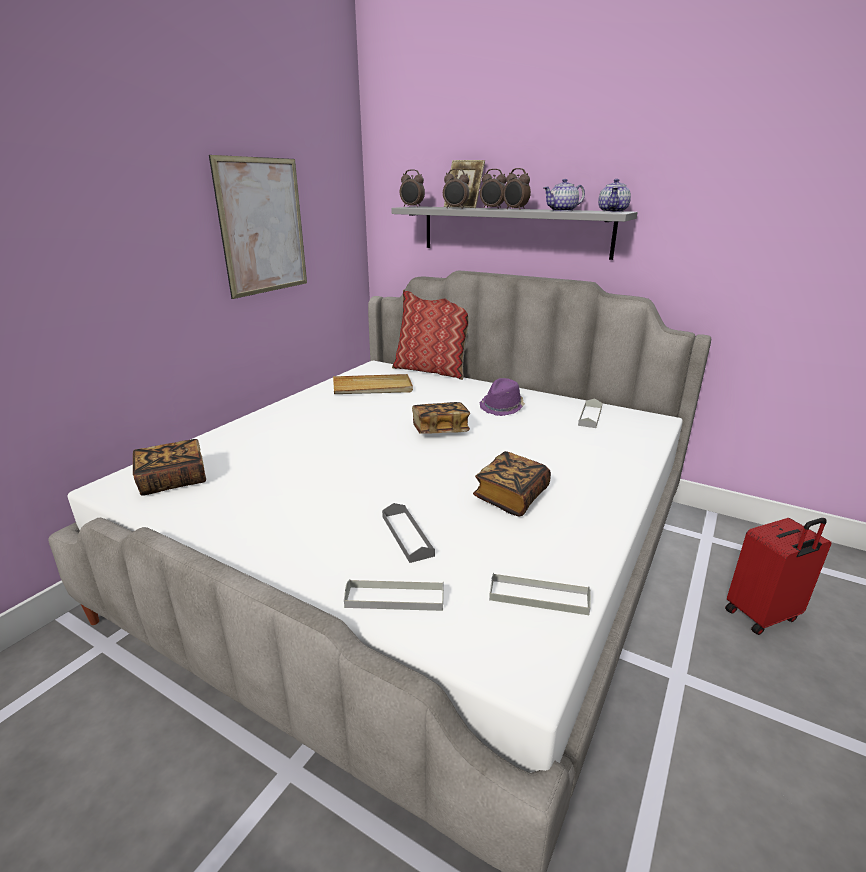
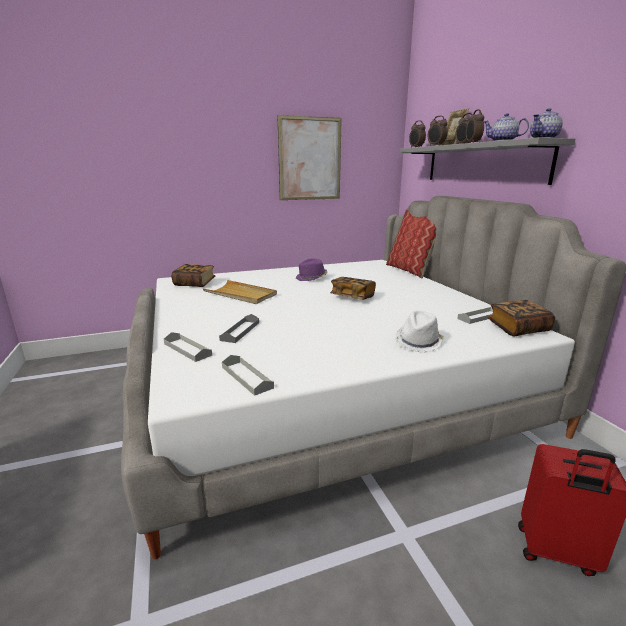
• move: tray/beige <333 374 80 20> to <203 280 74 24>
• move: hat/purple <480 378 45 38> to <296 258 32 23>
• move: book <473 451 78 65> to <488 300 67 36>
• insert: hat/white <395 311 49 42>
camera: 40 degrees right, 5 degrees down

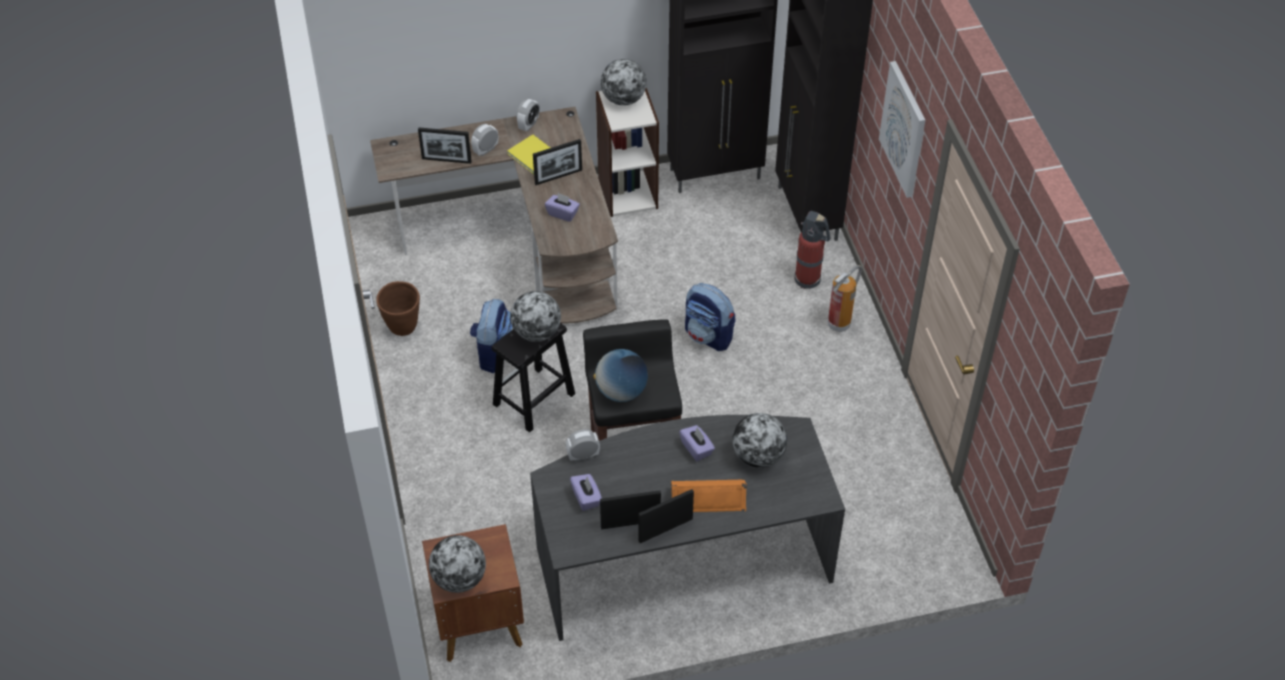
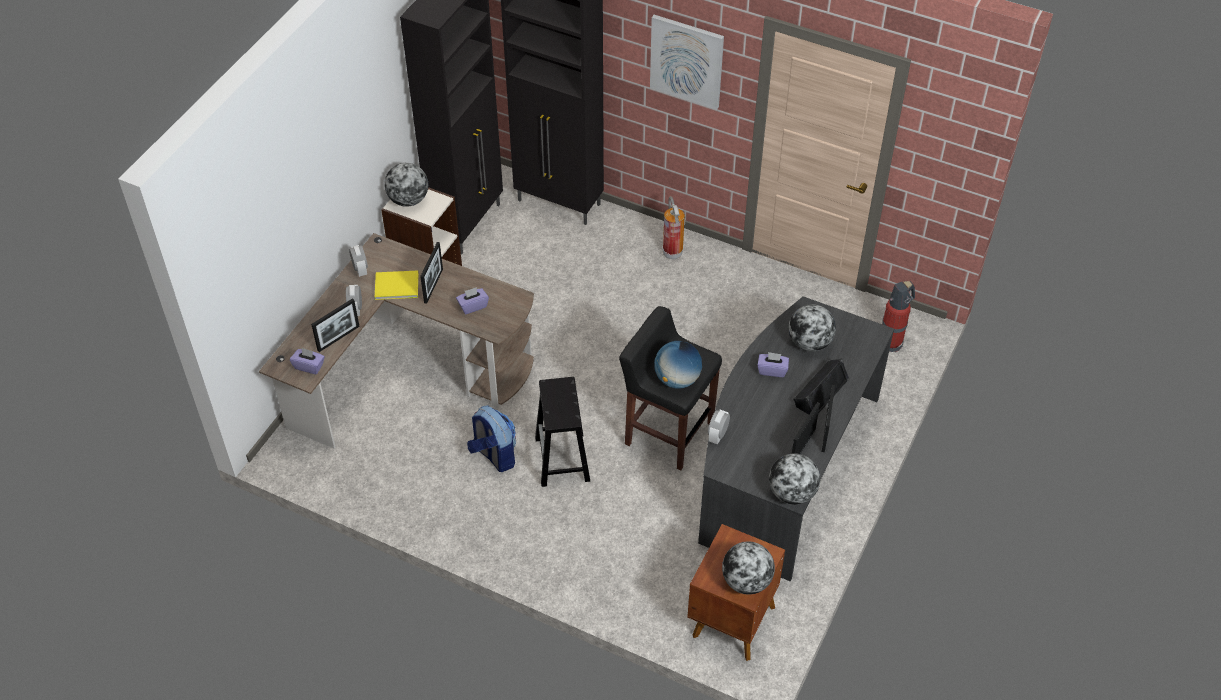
• move: fire extinguisher <794 211 36 78> to <882 281 33 71>
• delete: planter/brown <376 281 44 55>
• delete: backpack <685 283 51 68>
• move: globe <510 291 51 51> to <769 453 51 52>
• move: tissue box/purple <570 474 32 37> to <290 348 35 26>
• recolor: speaker/orange <671 479 76 33> to speaker/black <793 359 56 56>
camera: 50 degrees left, 0 degrees up

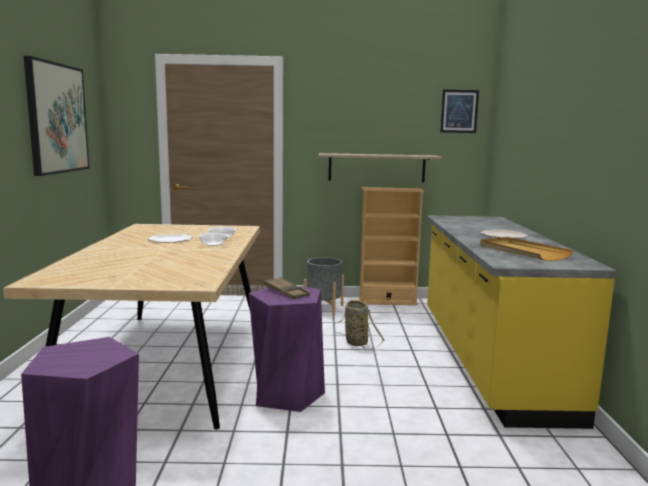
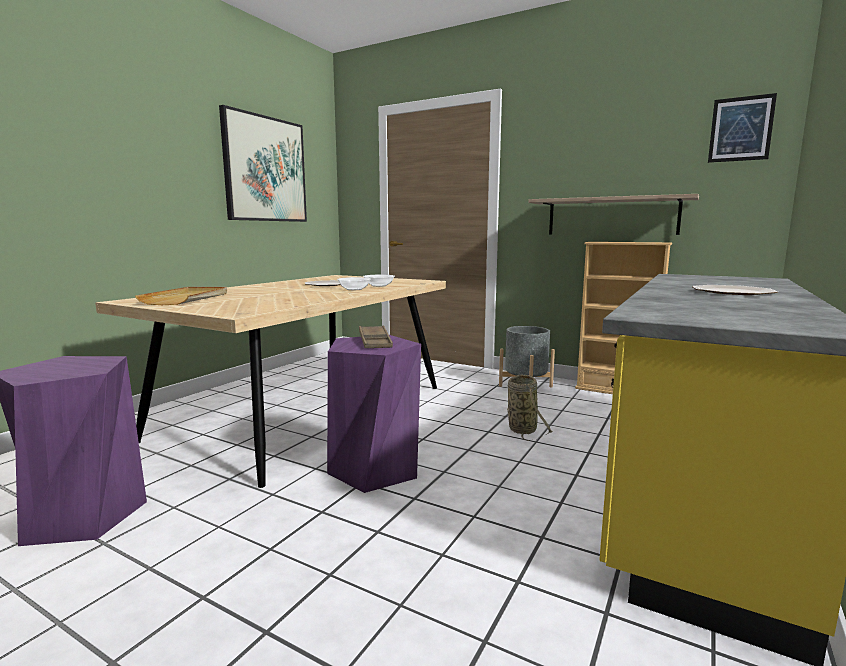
• move: tray/beige <480 237 94 24> to <135 287 92 18>
camera: 30 degrees right, 0 degrees up

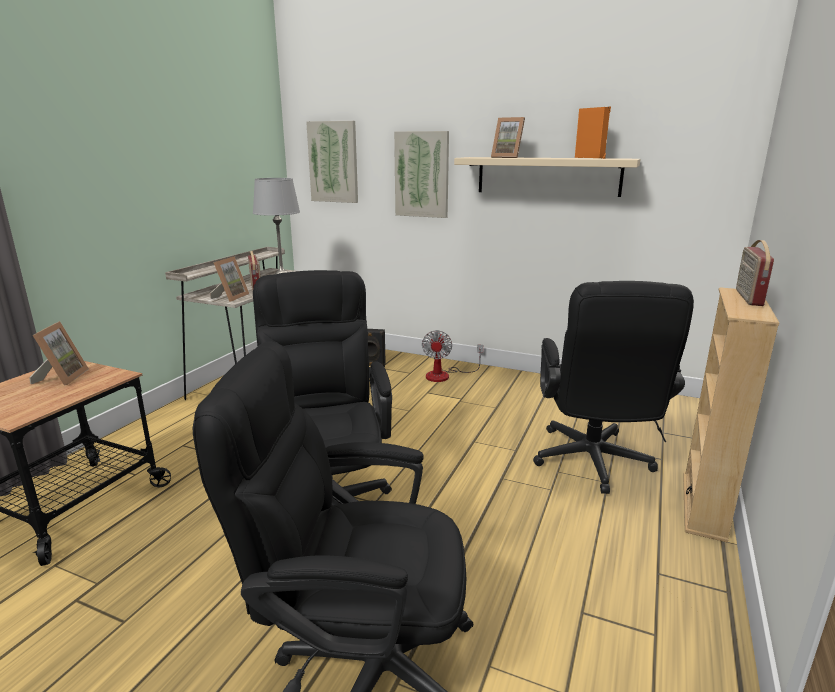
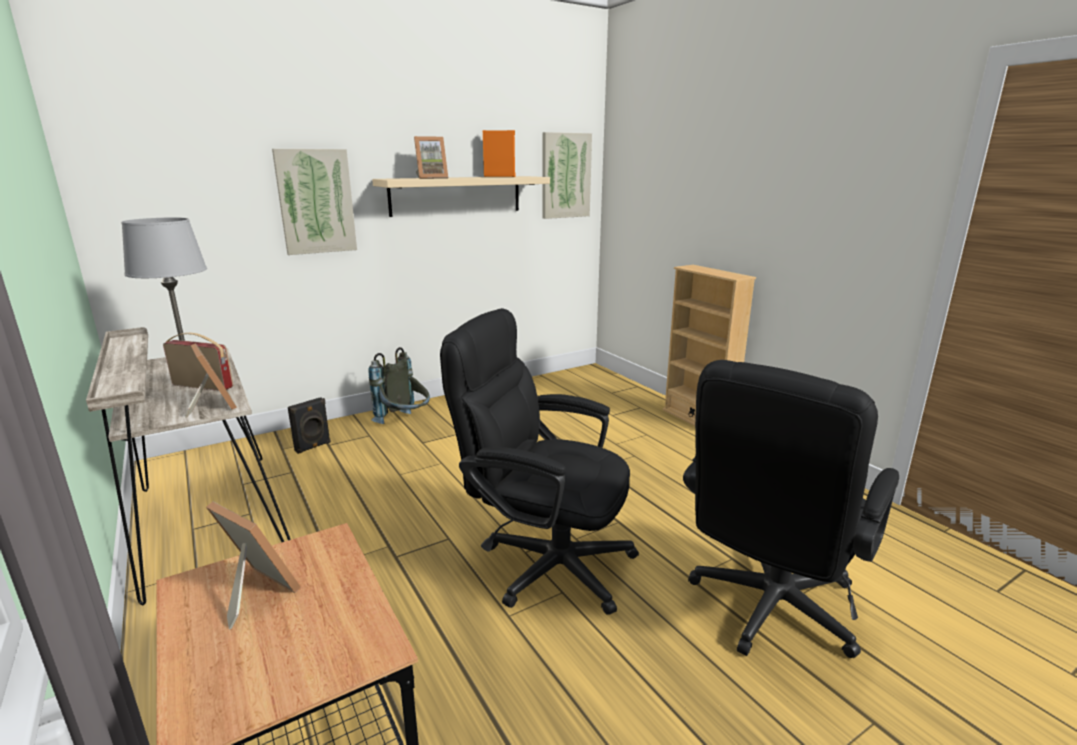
• move: picture <306 121 52 82> to <542 132 50 87>
• delete: radio <736 240 38 66>
• delete: office chair/black <533 281 161 213>
• replace: fan <422 330 61 52> to backpack/grey <368 347 62 77>
camera: 55 degrees left, 0 degrees up

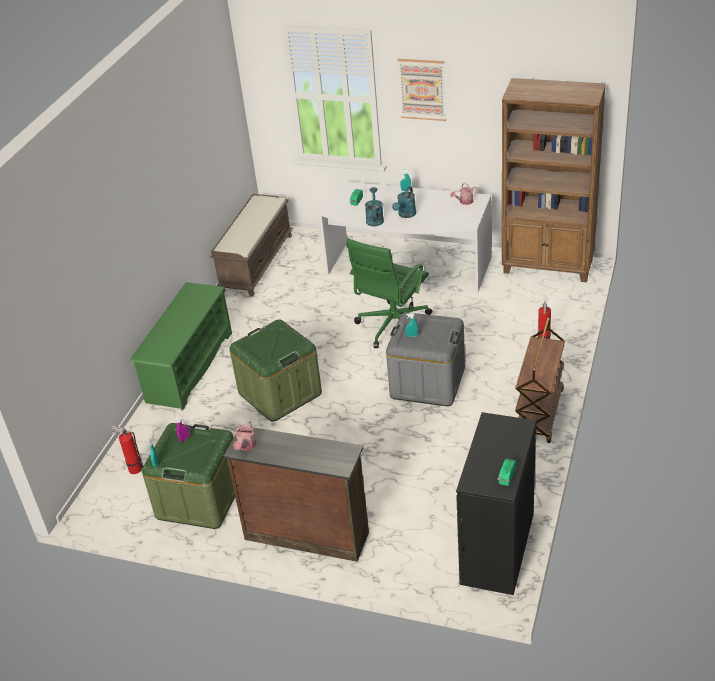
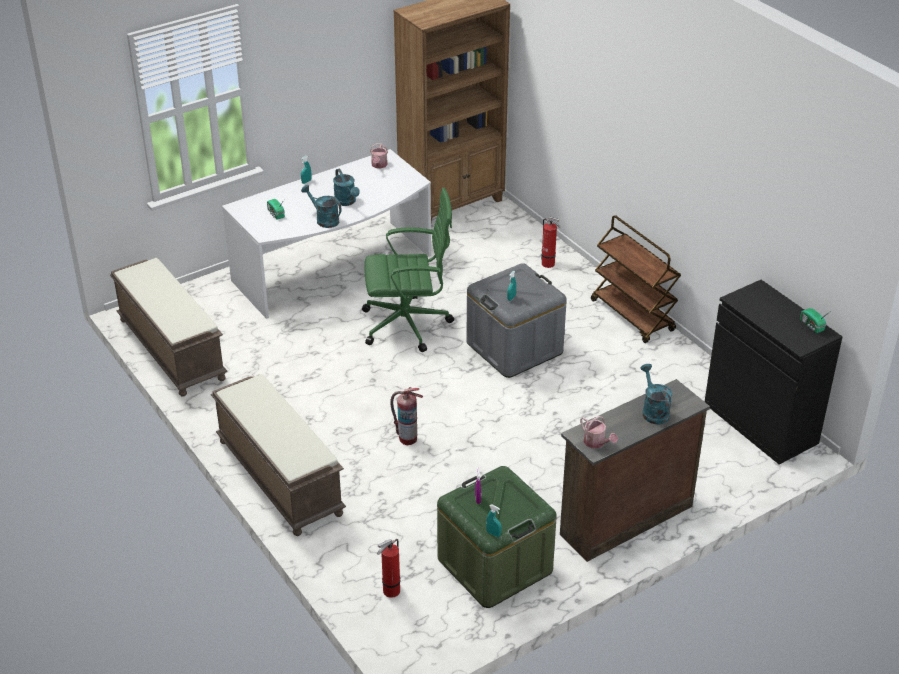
• delete: picture <397 59 49 62>
• rotate: office chair/green <346 238 86 110> = <362 188 92 164> 75 degrees counterclockwise
• replace: shoe rack/green <130 282 102 129> to bench/brown <211 374 135 162>
• replace: storage box/green <229 319 93 102> to fire extinguisher <390 387 33 59>
• insert: watering can/turquoise <640 364 32 61>
camera: 55 degrees left, 0 degrees up

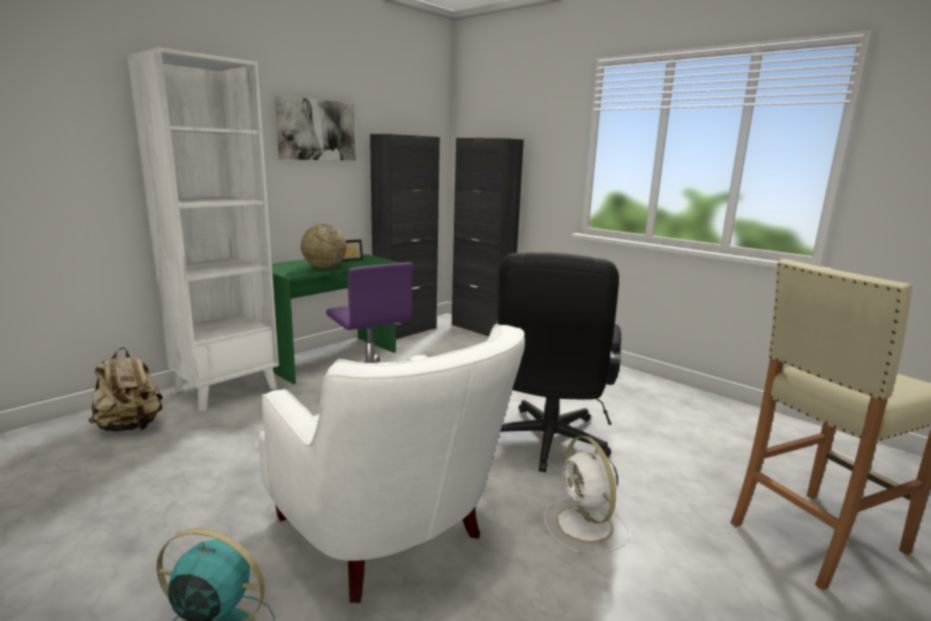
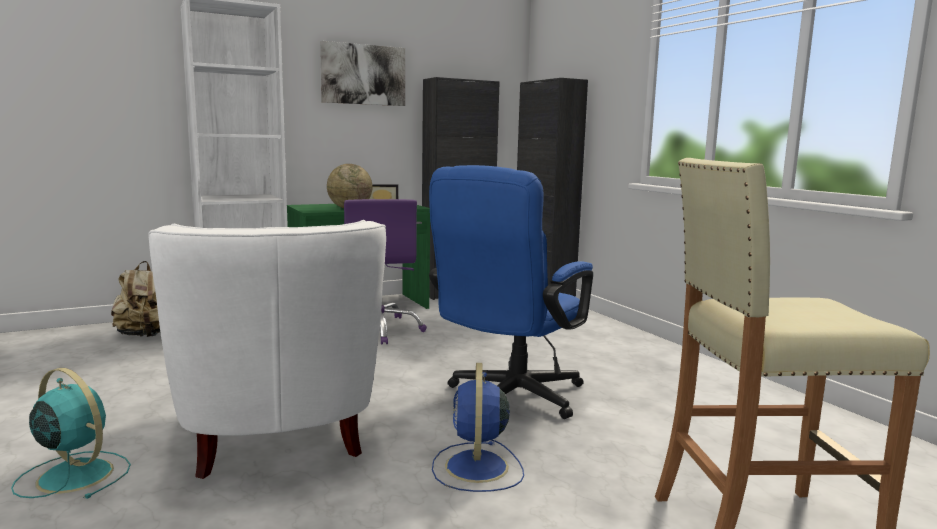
• recolor: office chair/black <495 252 126 220> to office chair/blue <429 165 164 254>
• recolor: fan/white <544 436 86 118> to fan/blue <432 363 92 129>
camera: 20 degrees right, 5 degrees down

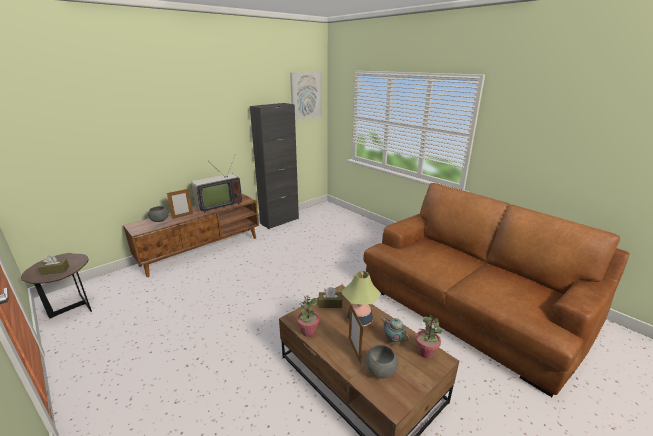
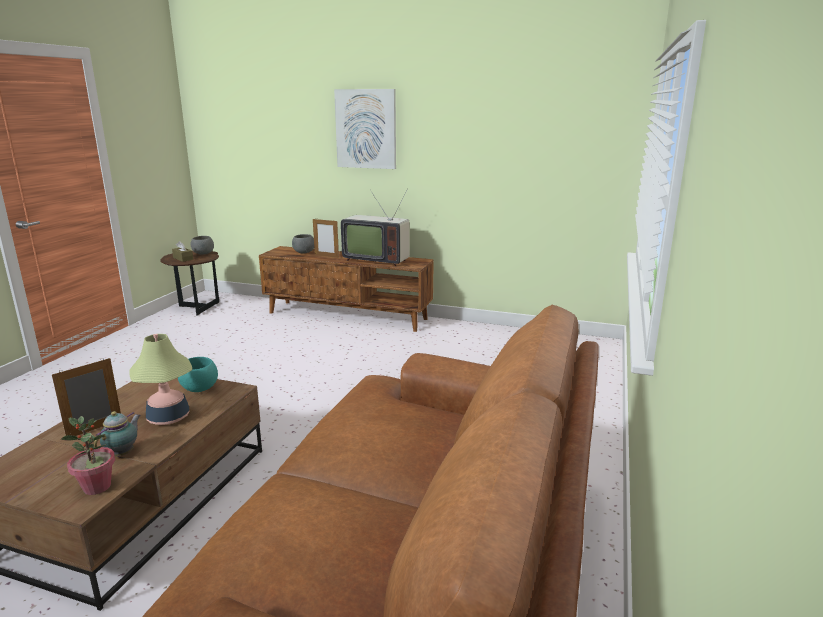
• move: picture <290 72 31 48> to <334 89 62 80>
• delete: cabinet/black <250 103 49 126>
• replace: tissue box/brown <318 287 25 21> to bowl/turquoise <178 357 40 35>
• delete: potted plant <297 295 23 42>
• move: bowl/grey <365 344 33 34> to <191 236 23 19>
camera: 60 degrees right, 5 degrees down

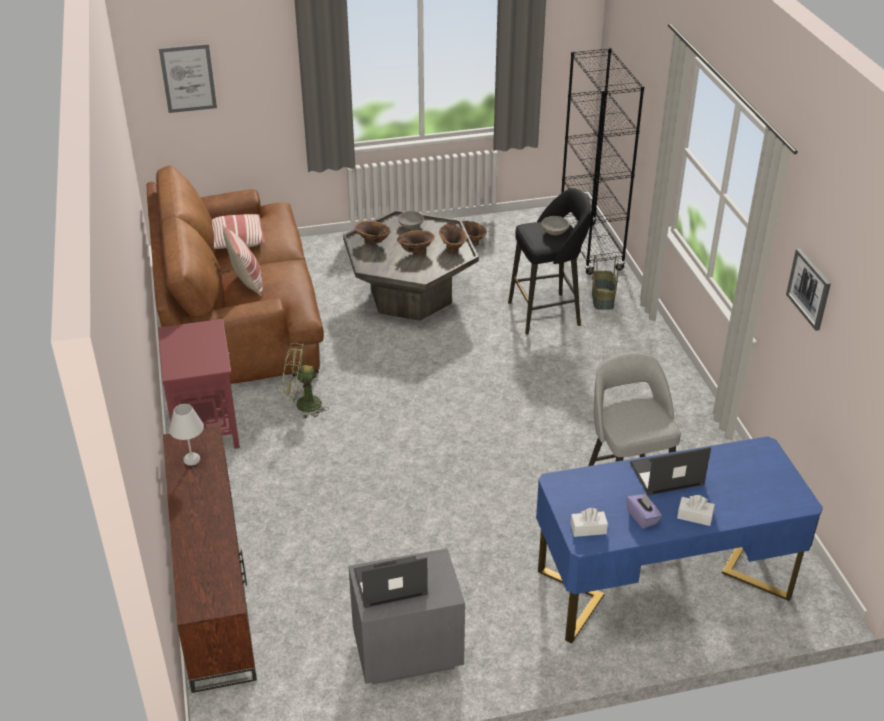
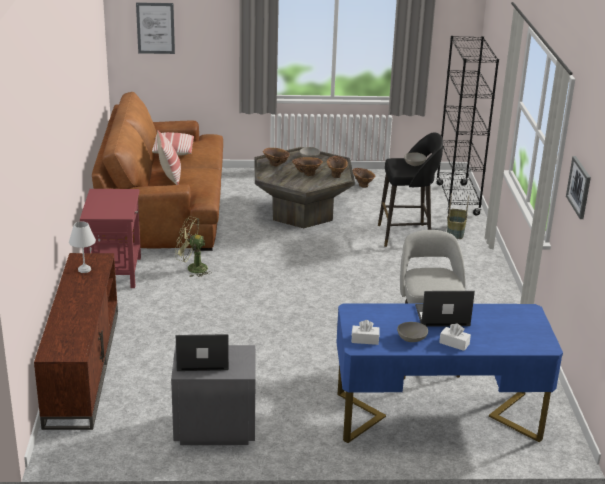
• replace: tissue box/purple <626 493 36 36> to bowl/grey <397 322 31 20>
camera: 10 degrees right, 10 degrees down

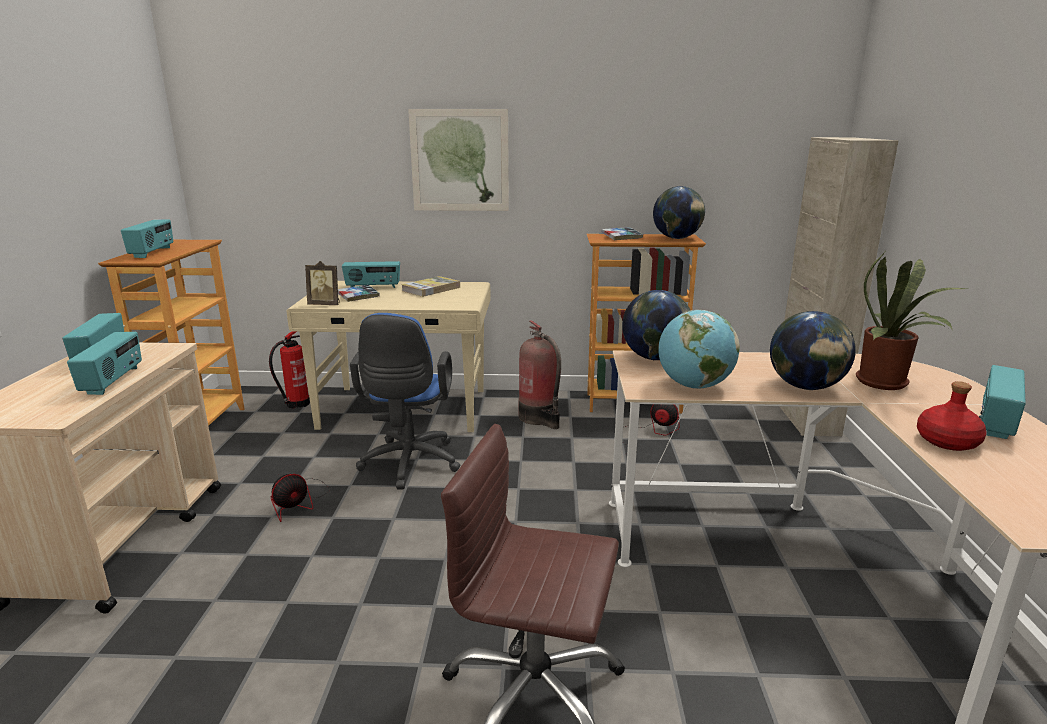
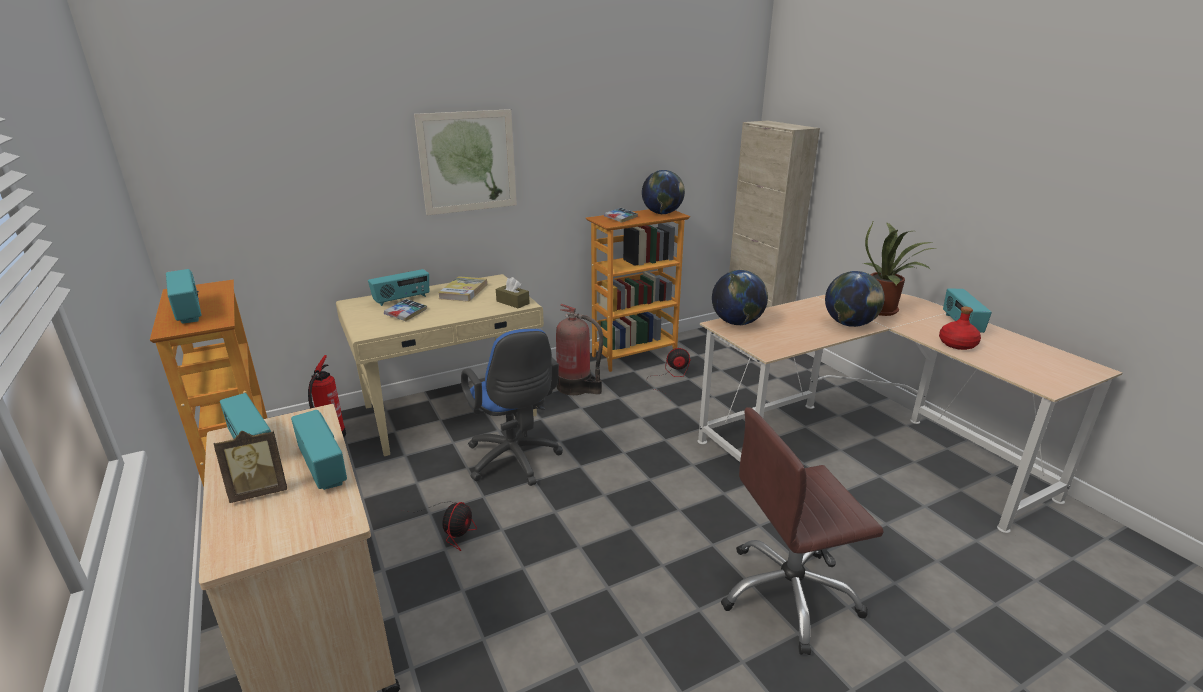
• move: picture frame <305 261 35 44> to <214 431 73 72>
• delete: globe <658 310 82 79>
• insert: tissue box/brown <496 277 34 31>
camera: 30 degrees left, 5 degrees up

